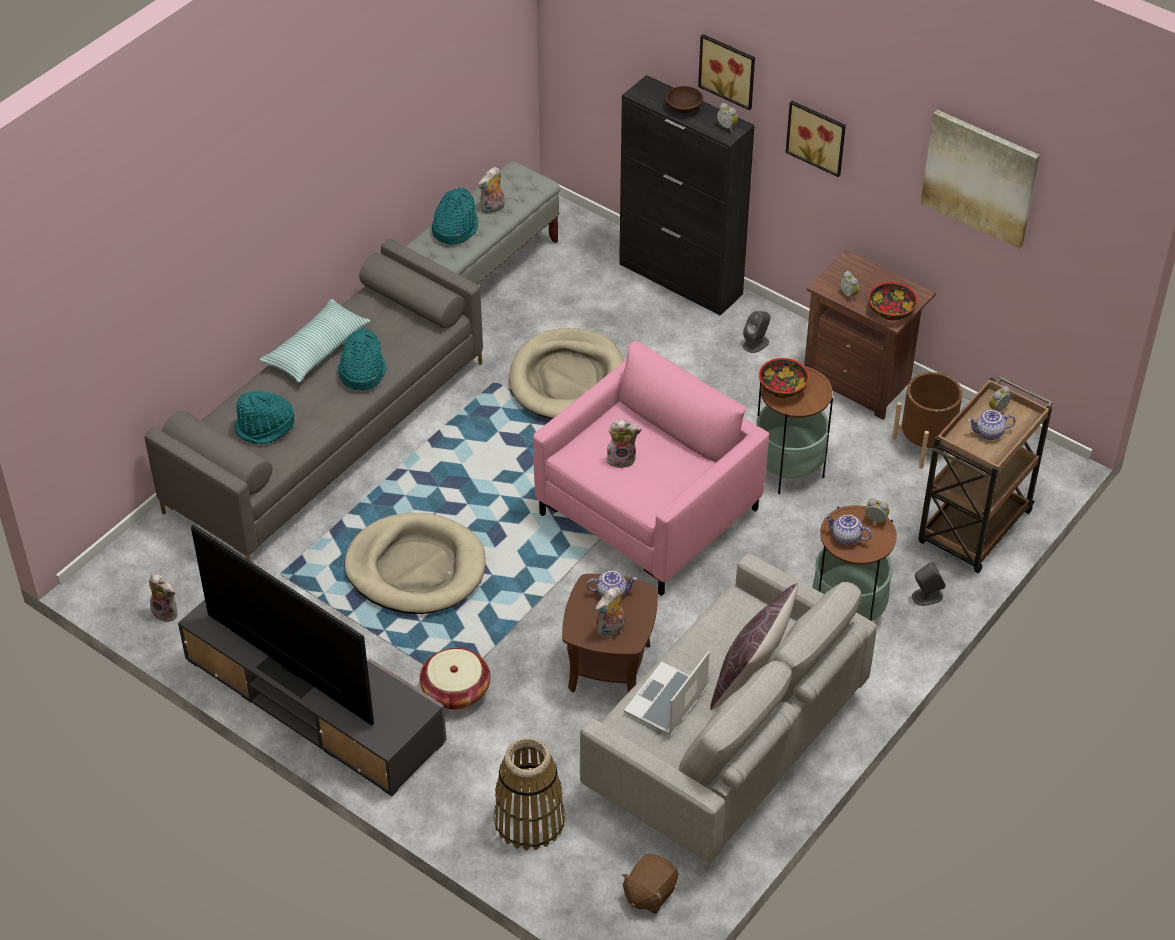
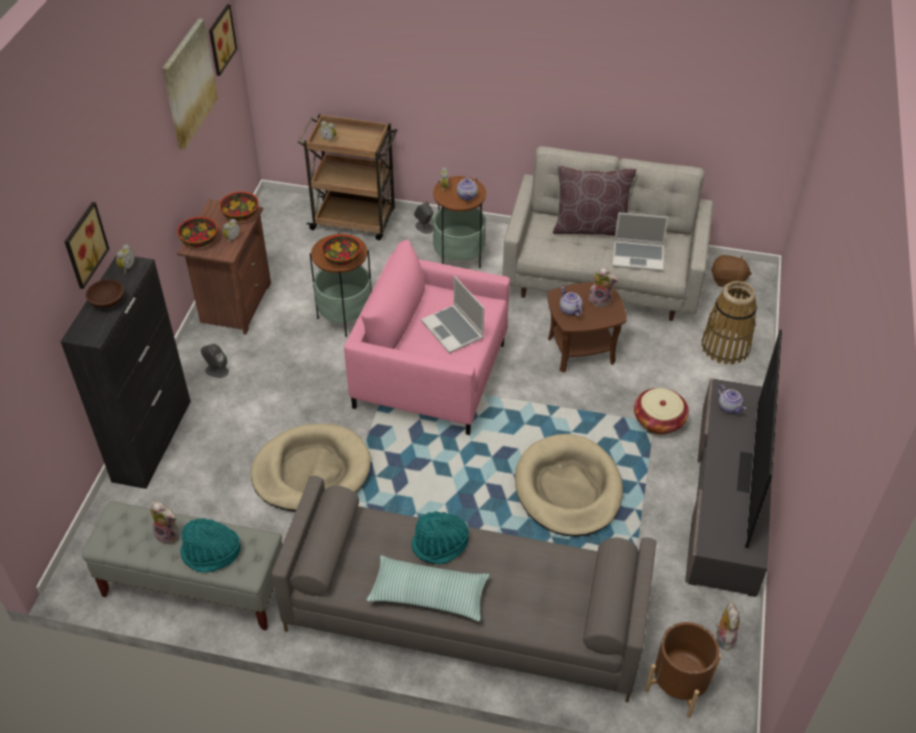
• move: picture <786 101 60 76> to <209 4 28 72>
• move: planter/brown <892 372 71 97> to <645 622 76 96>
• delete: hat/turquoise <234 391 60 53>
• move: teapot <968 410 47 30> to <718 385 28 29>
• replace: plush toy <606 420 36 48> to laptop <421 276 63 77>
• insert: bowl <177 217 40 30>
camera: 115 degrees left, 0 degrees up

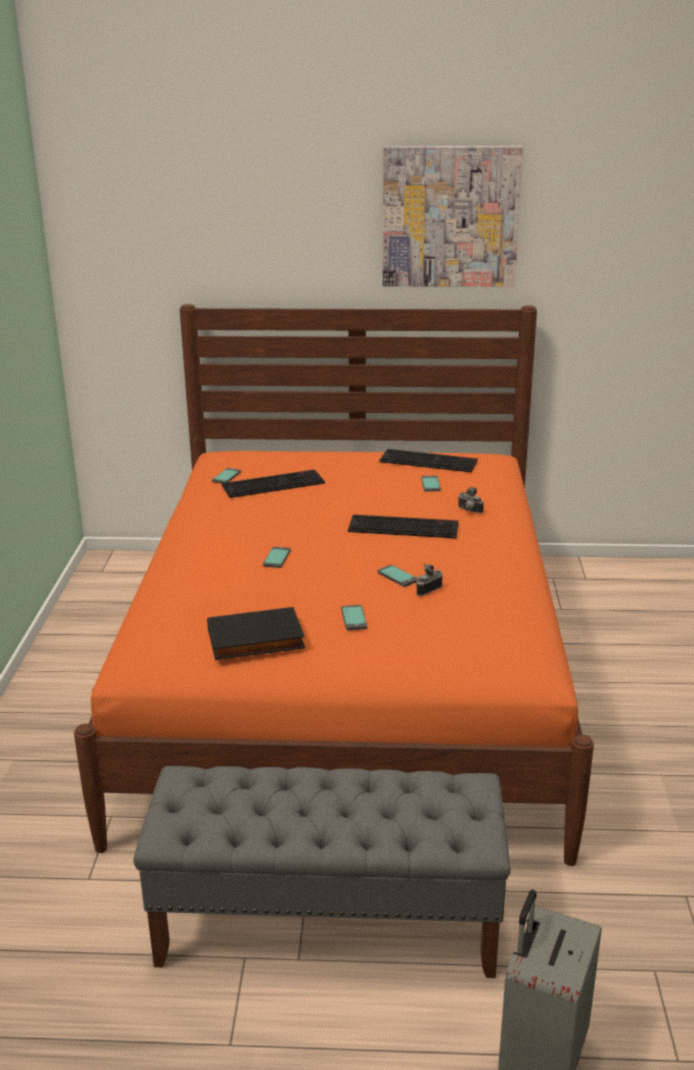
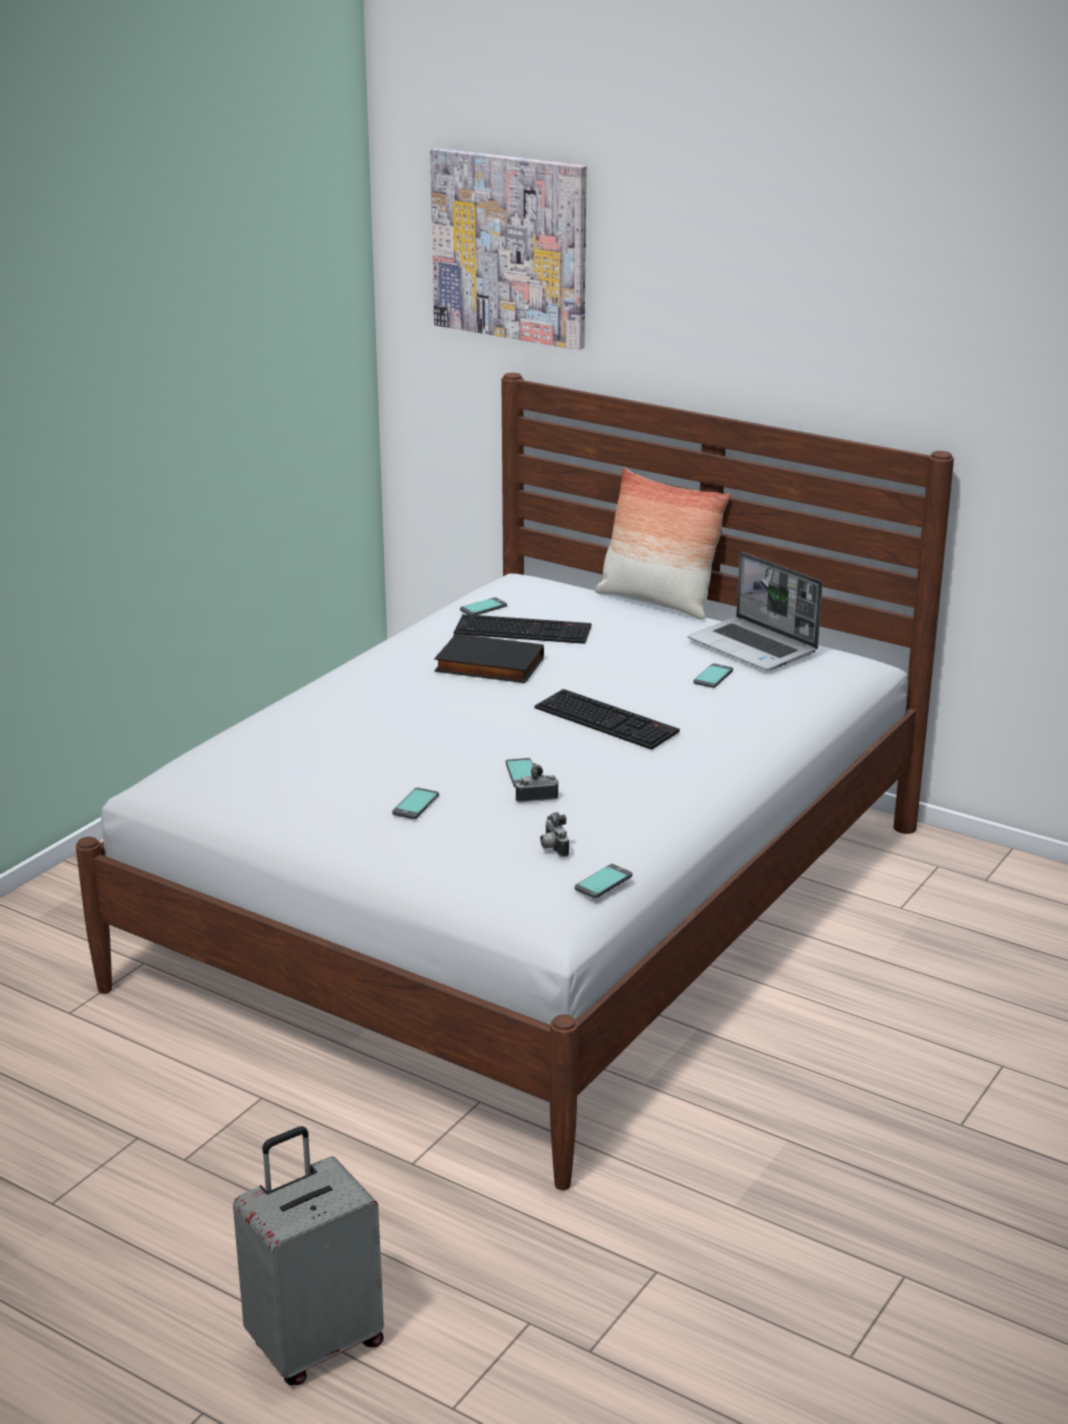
• move: picture <383 146 140 141> to <430 148 157 202>
• recolor: bed/orange <74 304 520 562> to bed/white <76 373 878 817>
• replace: keyboard <379 449 99 23> to laptop <688 552 135 118>
• move: photo camera <458 487 26 26> to <540 812 29 45>
• move: phone <263 547 28 21> to <575 864 57 35>
• move: book/black <207 607 98 53> to <434 634 110 49>
• delete: bench/grey <134 766 376 212>
• insert: pillow <595 467 136 153>
camera: 30 degrees right, 0 degrees up

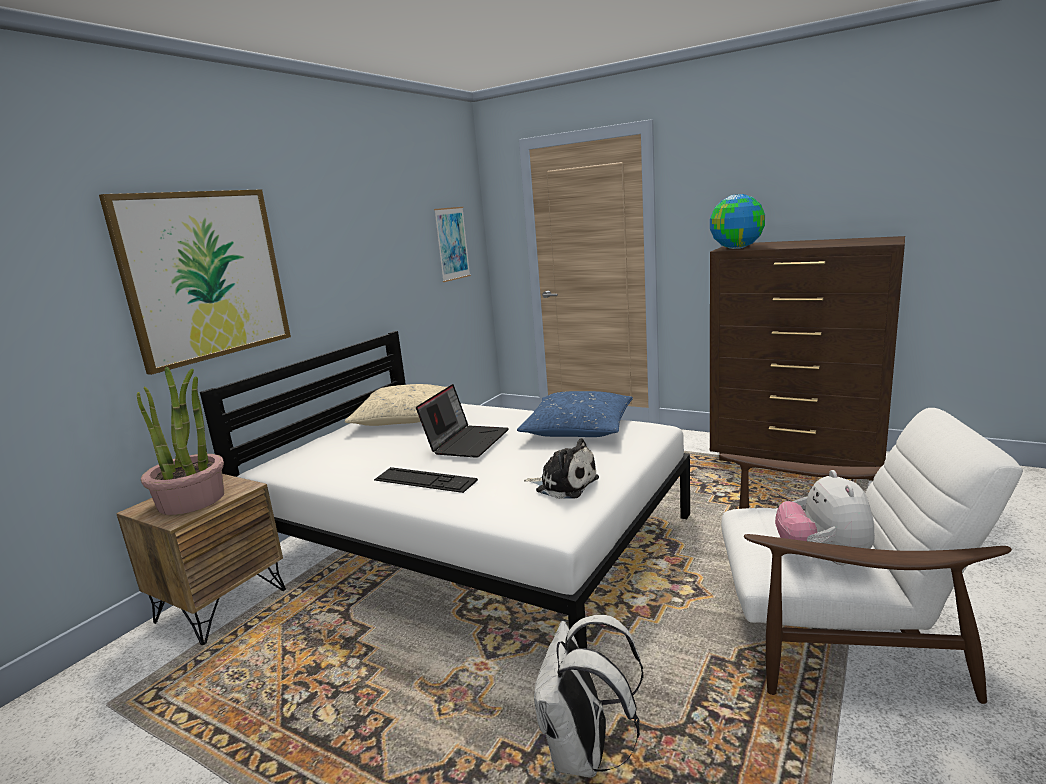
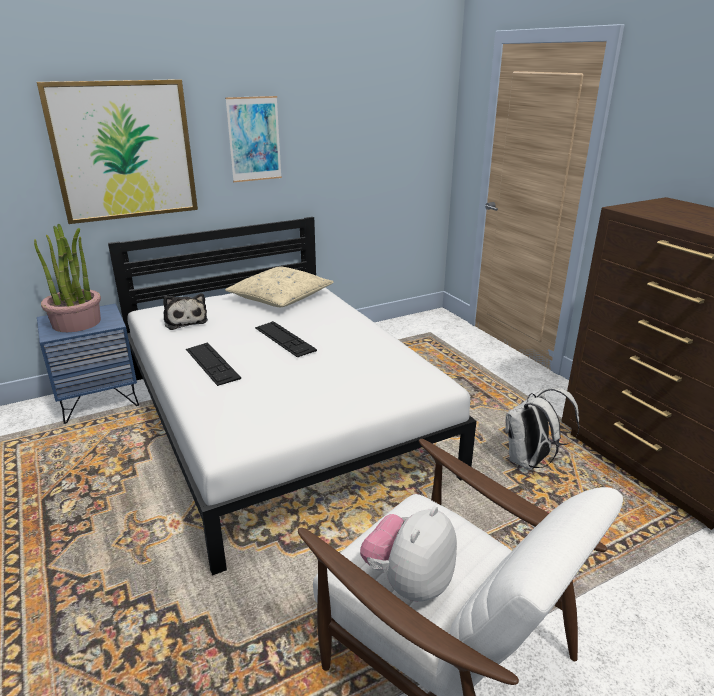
• delete: globe <710 194 55 55>
• move: picture <434 207 37 75> to <225 96 57 86>
• replace: laptop <416 384 93 74> to keyboard <255 321 62 36>
• delete: pillow/blue <517 391 116 46>
• move: plush toy <524 438 75 61> to <163 293 45 37>
• recolor: nightstand/brown <116 474 170 171> to nightstand/blue <37 304 102 120>
• move: backpack/white <534 615 110 162> to <505 388 75 82>
camera: 30 degrees right, 10 degrees up

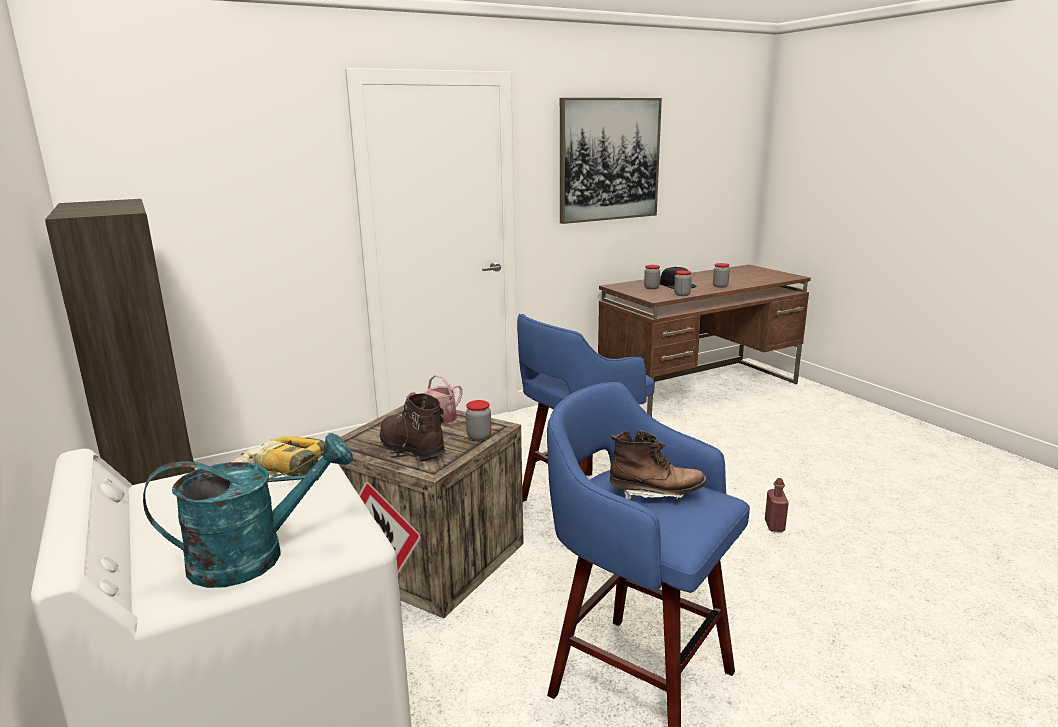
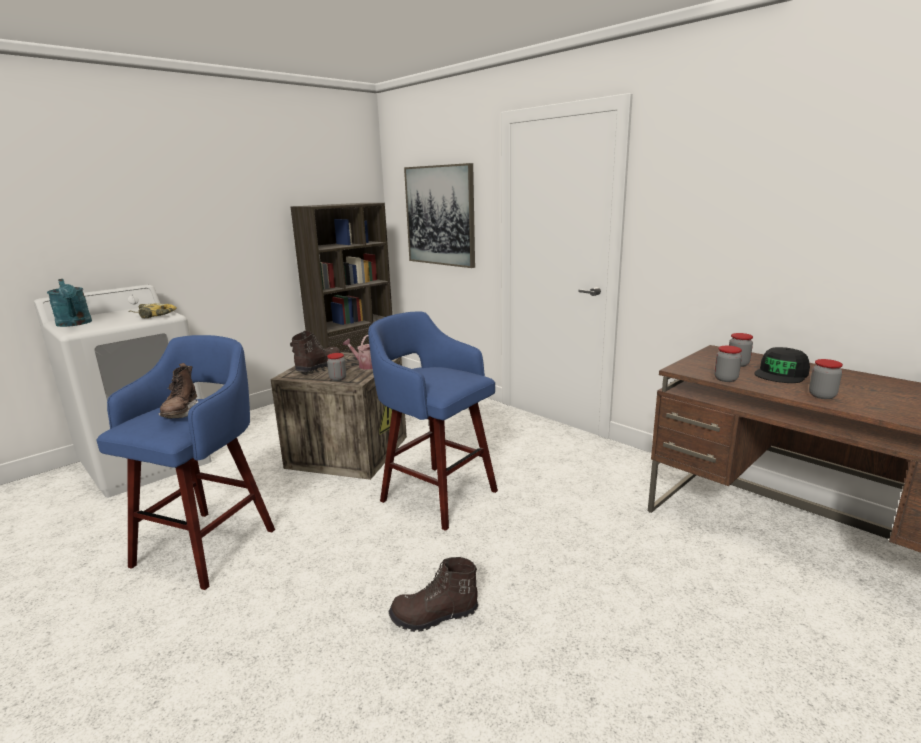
• move: picture <560 98 102 126> to <404 163 71 105>
• replace: bottle/red <765 478 24 54> to boot/brown <389 557 89 75>
camera: 75 degrees right, 0 degrees up

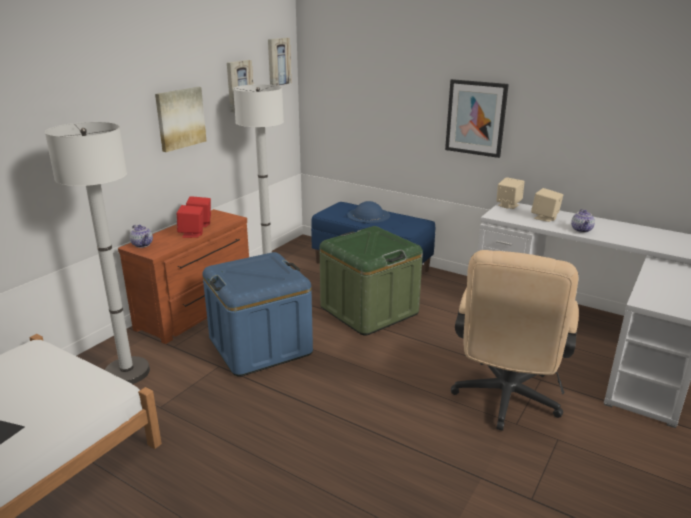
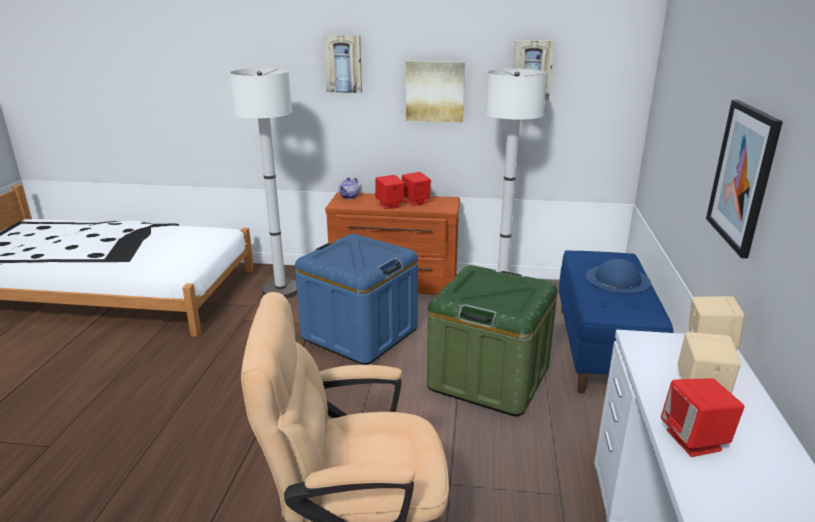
• move: picture <268 38 23 48> to <323 35 39 58>
• replace: teapot <571 209 24 24> to speaker/red <661 378 84 79>
camera: 65 degrees right, 0 degrees up

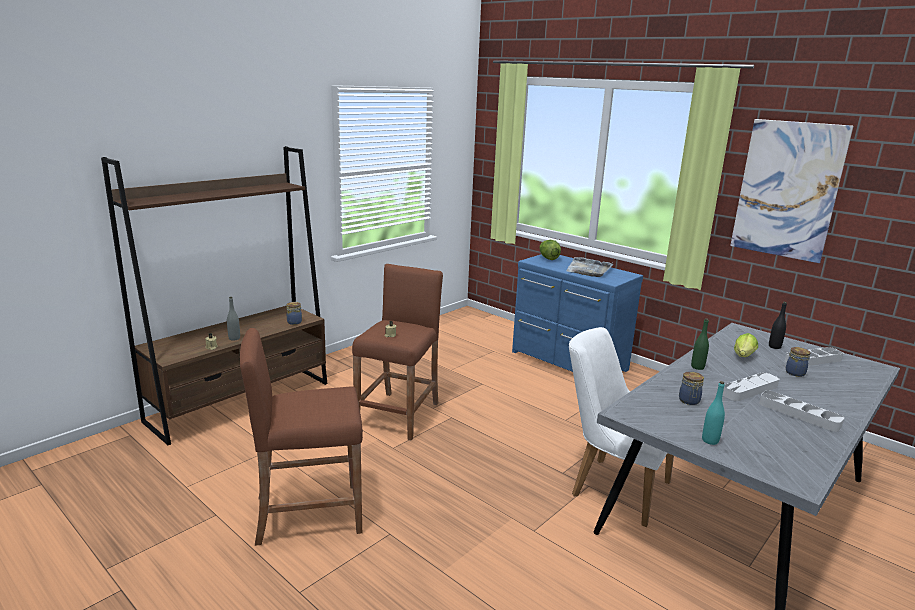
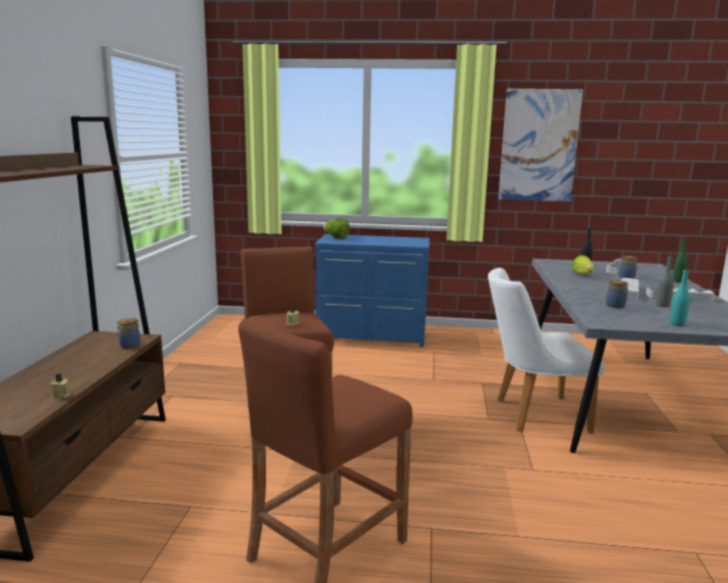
• delete: tray/grey <567 257 46 20>
• move: bottle/grey <227 297 13 44> to <656 255 18 52>
• move: bottle/green <691 319 18 51> to <673 238 15 45>
camera: 35 degrees left, 5 degrees down

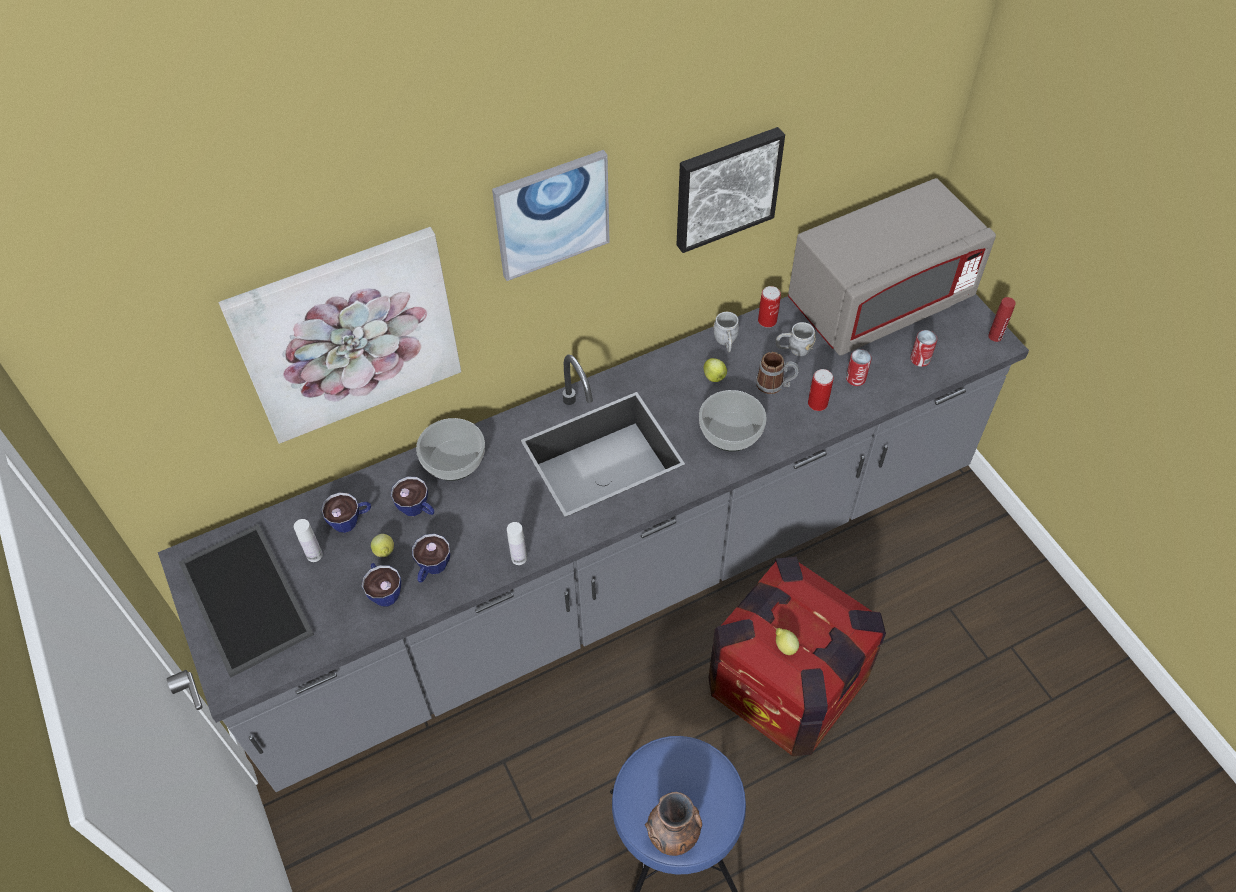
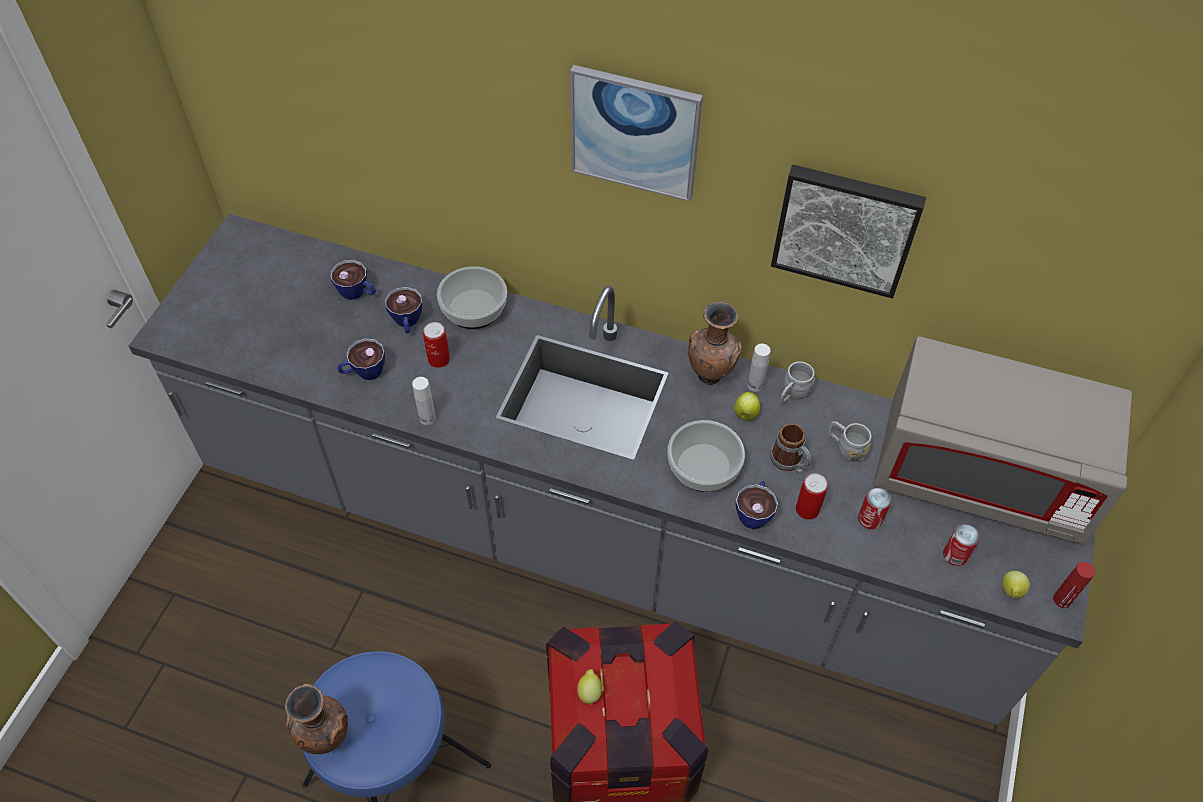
• delete: picture <218 227 243 217>
• move: can <758 286 23 41> to <423 322 27 46>
• move: bottle/white <294 519 29 43> to <747 344 24 48>
• delete: tray <179 524 135 153>
• move: lemon <371 534 23 23> to <1002 571 28 27>
• move: cup <362 563 39 43> to <735 481 43 48>
• insert: vase/brown <688 302 54 83>
camera: 45 degrees right, 0 degrees up

